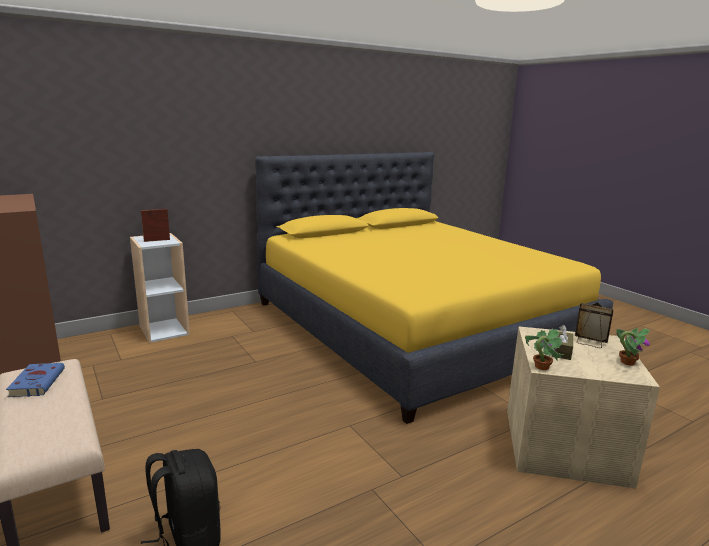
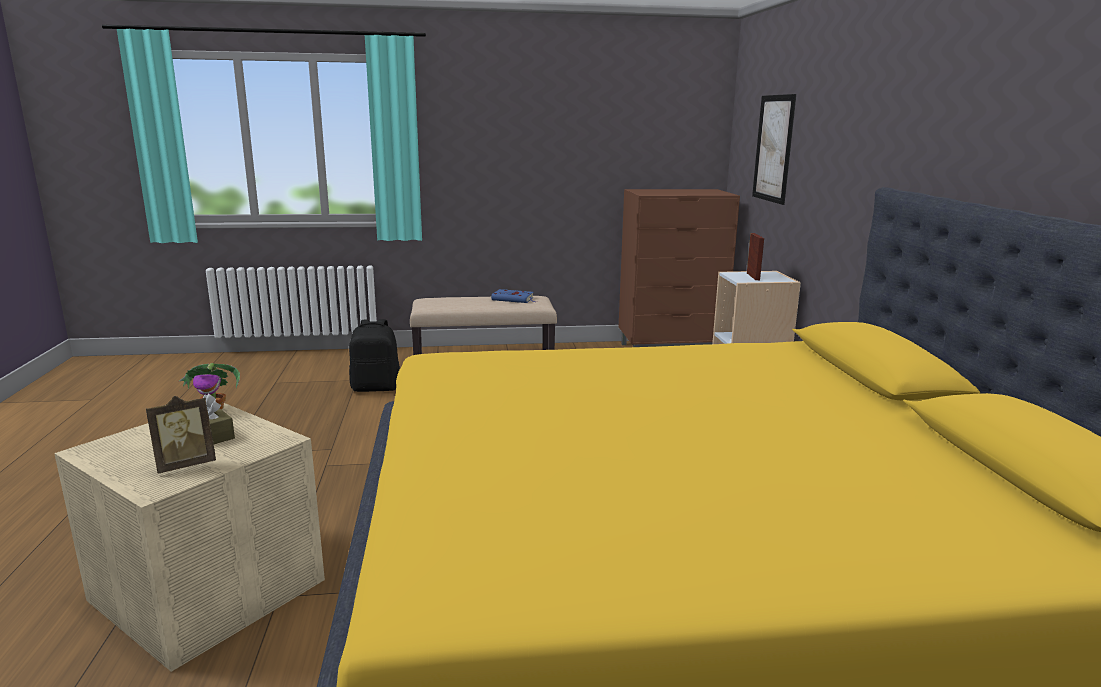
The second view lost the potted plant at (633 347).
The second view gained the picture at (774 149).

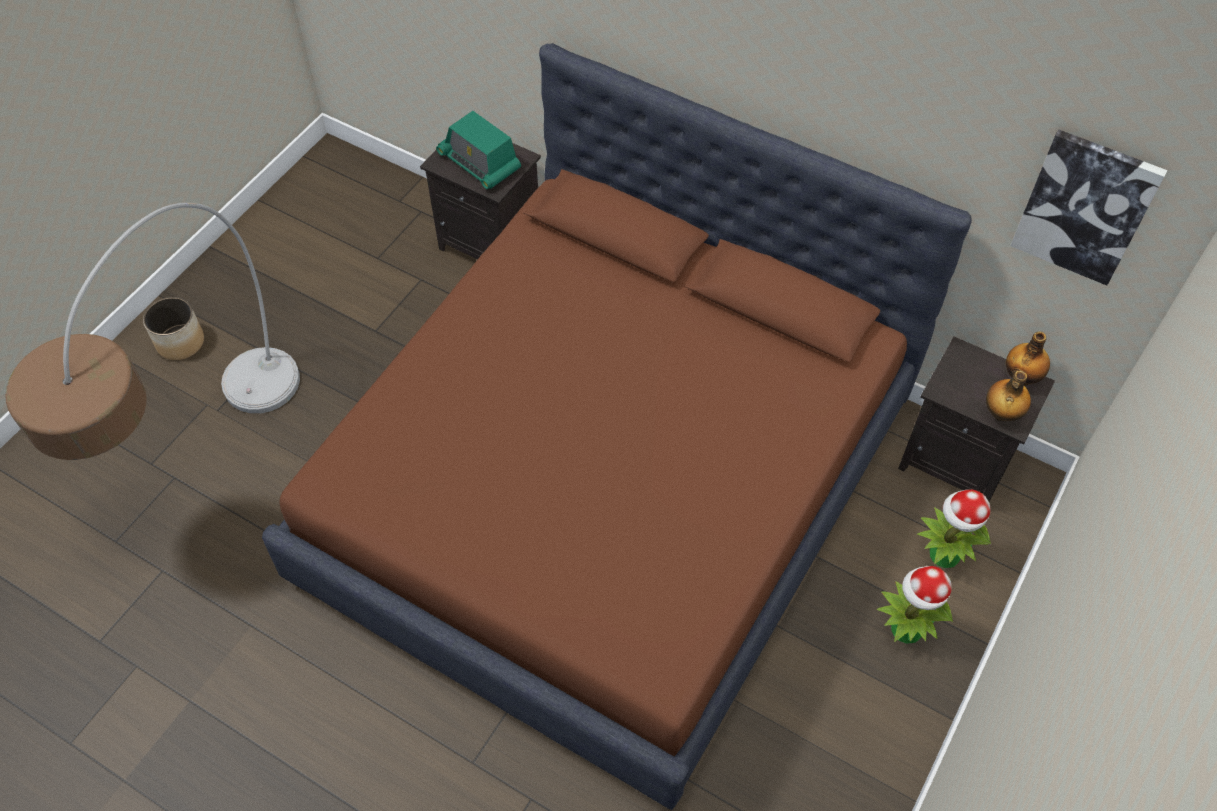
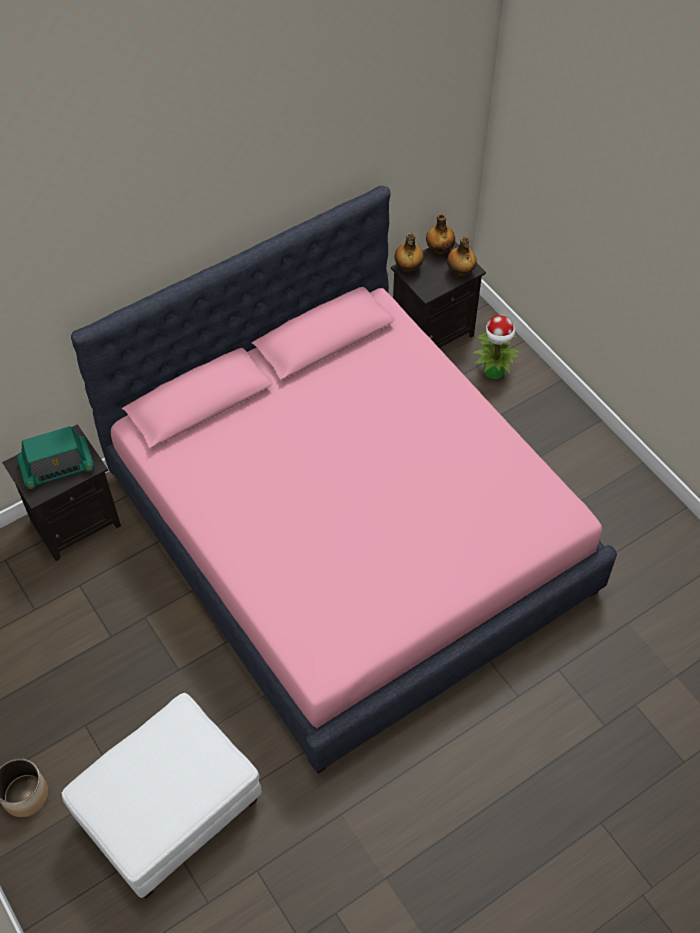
Where the floor lamp stood at (152 331), the white ottoman came to stand at (161 795).
What was the brown bed at (617 426) turned into the pink bed at (344 479).
The second view lost the potted plant at (915 605).
The second view lost the picture at (1088 207).
The second view gained the bottle at (409 253).

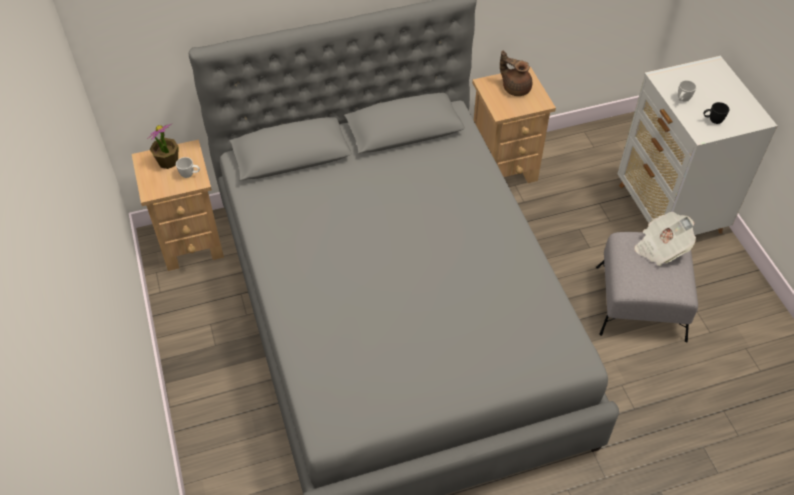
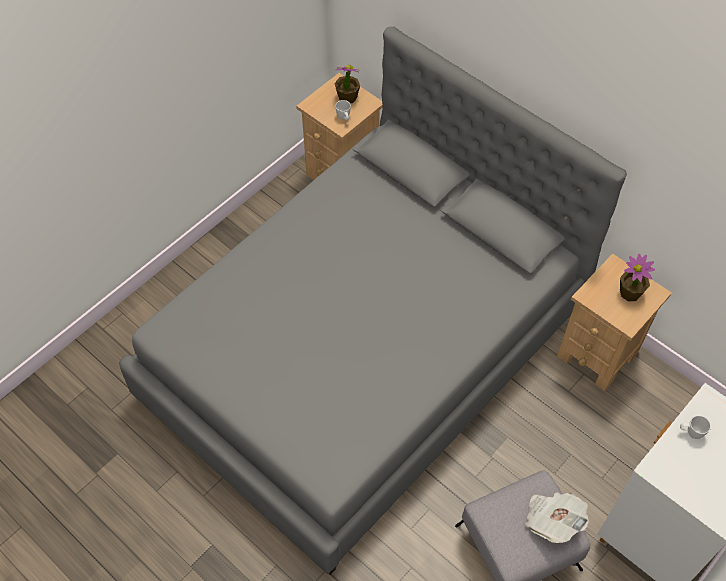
Where the brown teapot stood at (516 73), the potted plant came to stand at (637 277).
The second view lost the black mug at (716 113).

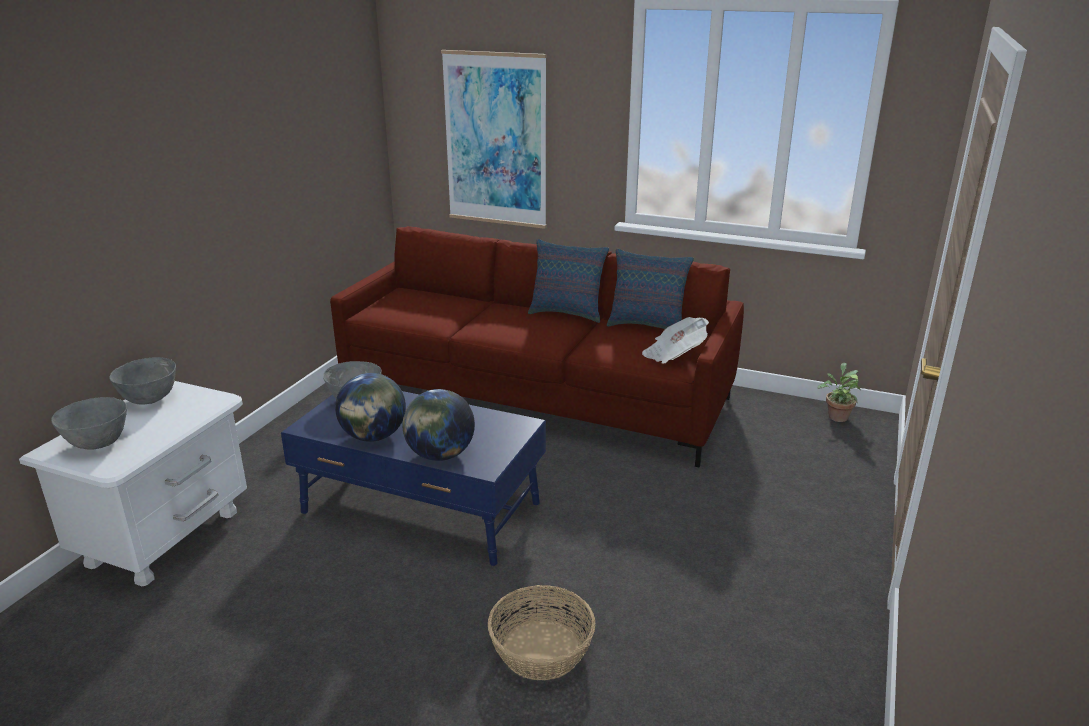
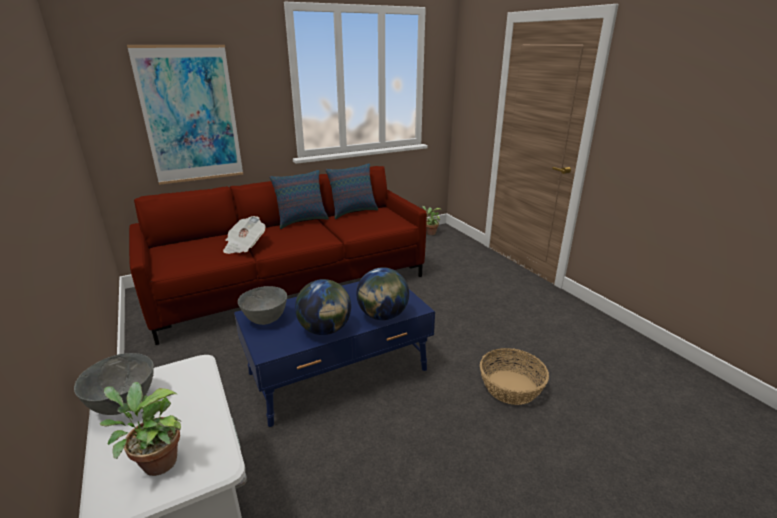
Where the grey bowl stood at (89 423), the potted plant came to stand at (140 429).
The newspaper ended up elsewhere, having gone from (675 340) to (244 235).

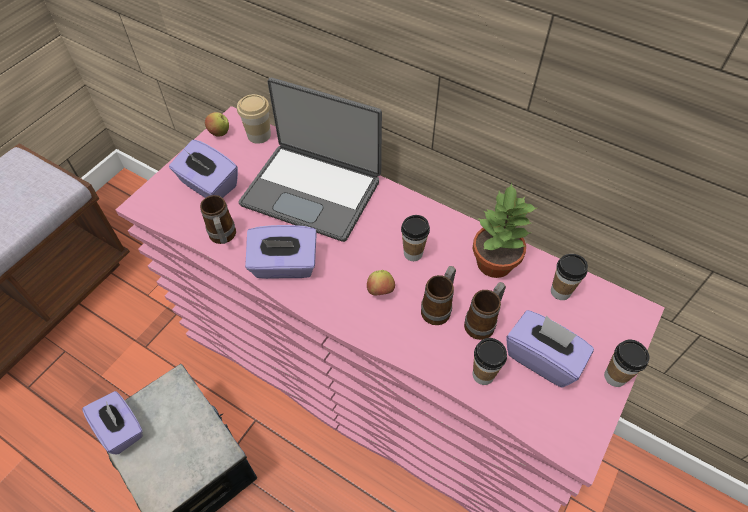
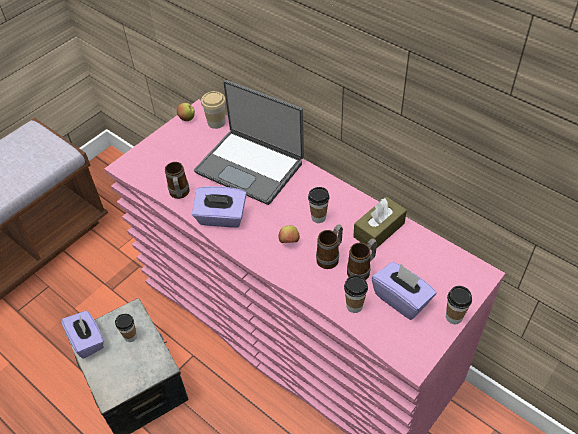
The second view lost the purple tissue box at (203 169).
Where the potted plant stood at (505 230), the brown tissue box came to stand at (380 223).
The cup ended up elsewhere, having gone from (569 277) to (126 328).

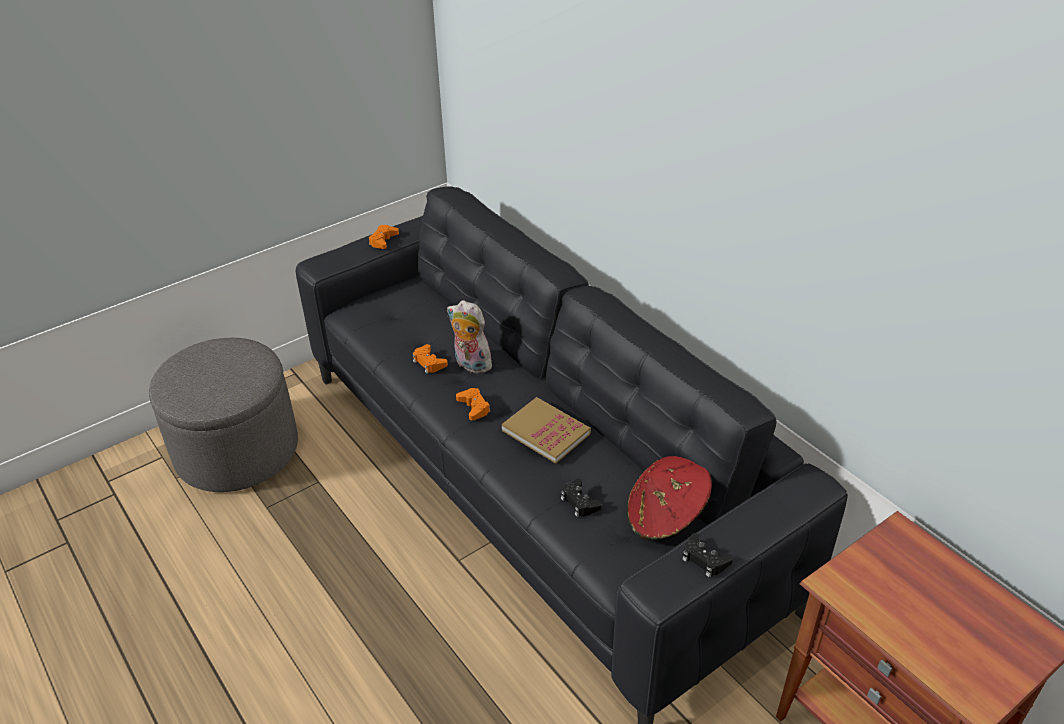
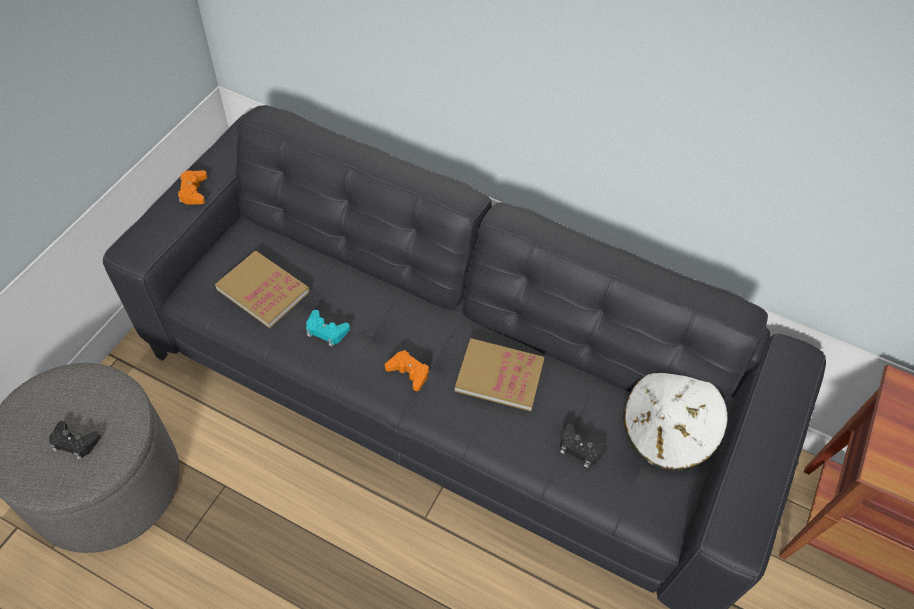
What was the orange game controller at (430 358) turned into the turquoise game controller at (328 328).
The second view lost the plush toy at (469 337).
What was the red hat at (669 498) turned into the white hat at (676 422).
The black game controller ended up elsewhere, having gone from (707 555) to (74 440).
The second view gained the book at (262 289).

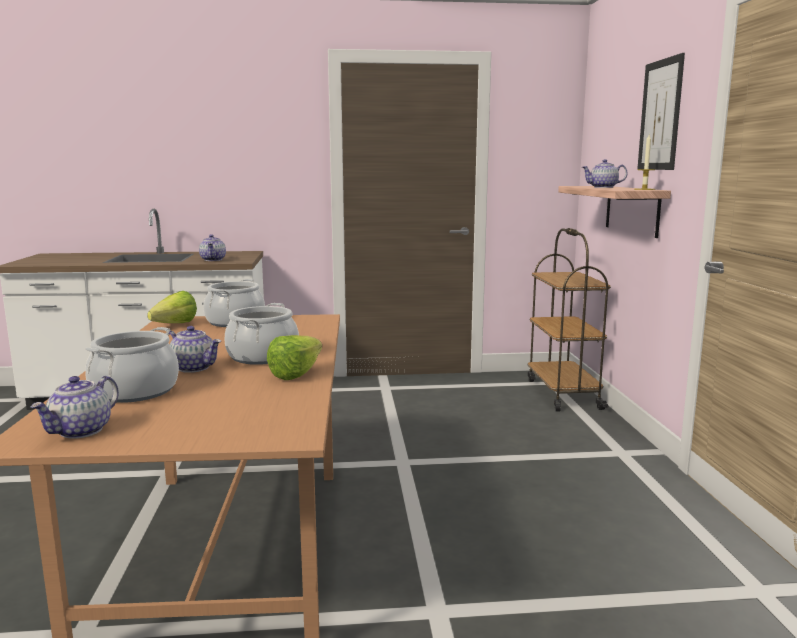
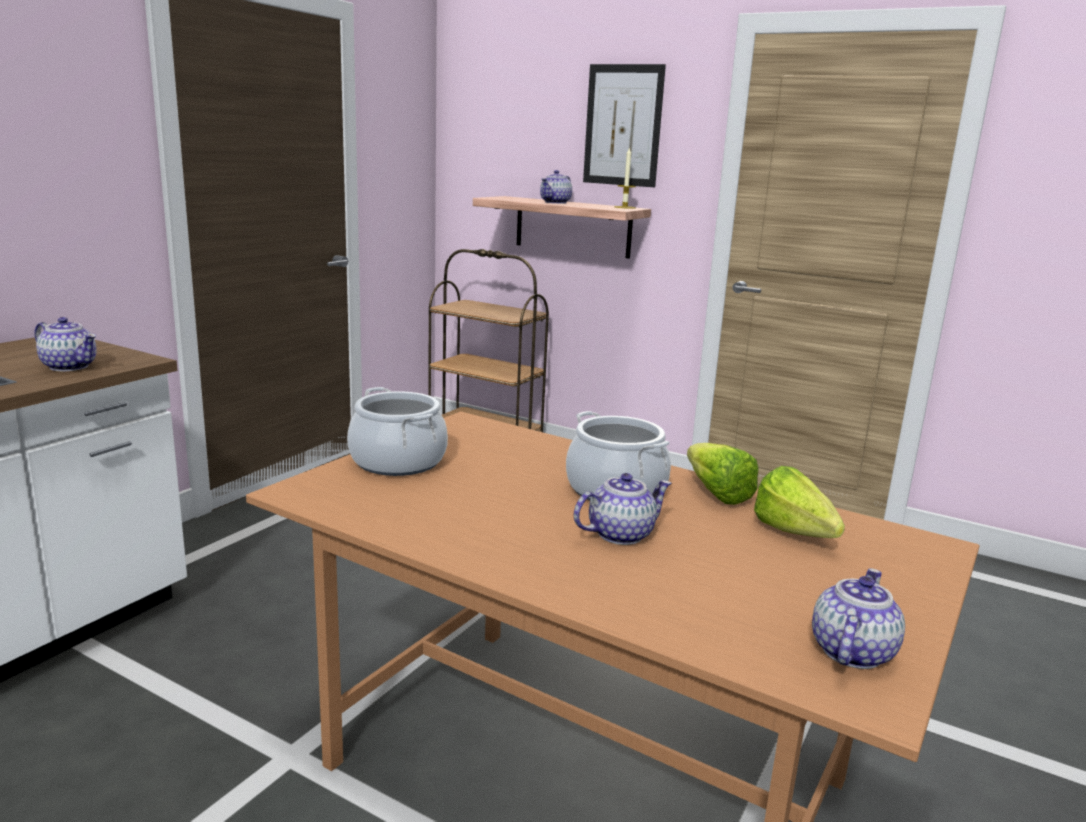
The teapot at (74 407) ended up facing another way, 120 degrees counterclockwise from before.
The second view lost the cooking pot at (132 365).
The lettuce ended up elsewhere, having gone from (172 307) to (799 502).

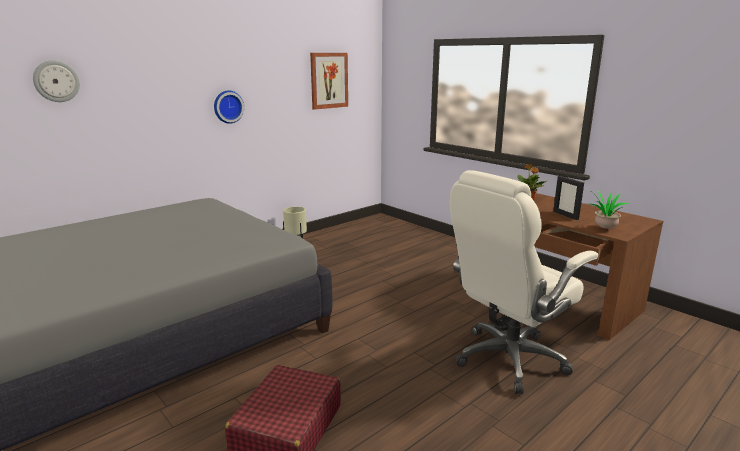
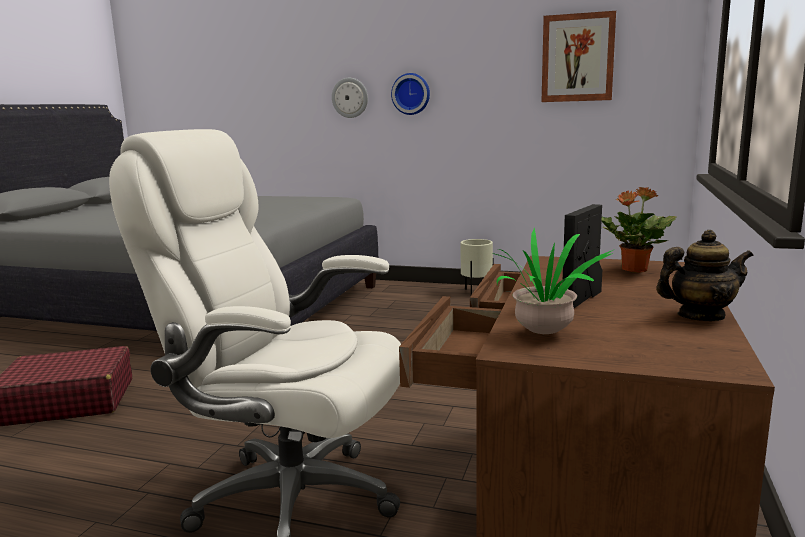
The wall clock ended up elsewhere, having gone from (56 81) to (350 98).
The second view gained the teapot at (704 275).

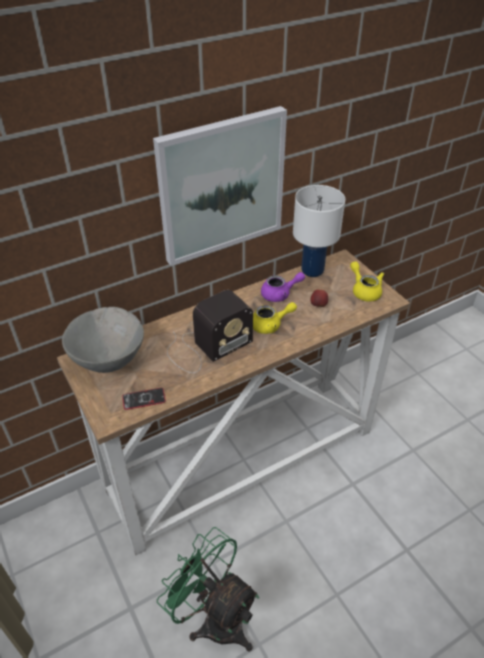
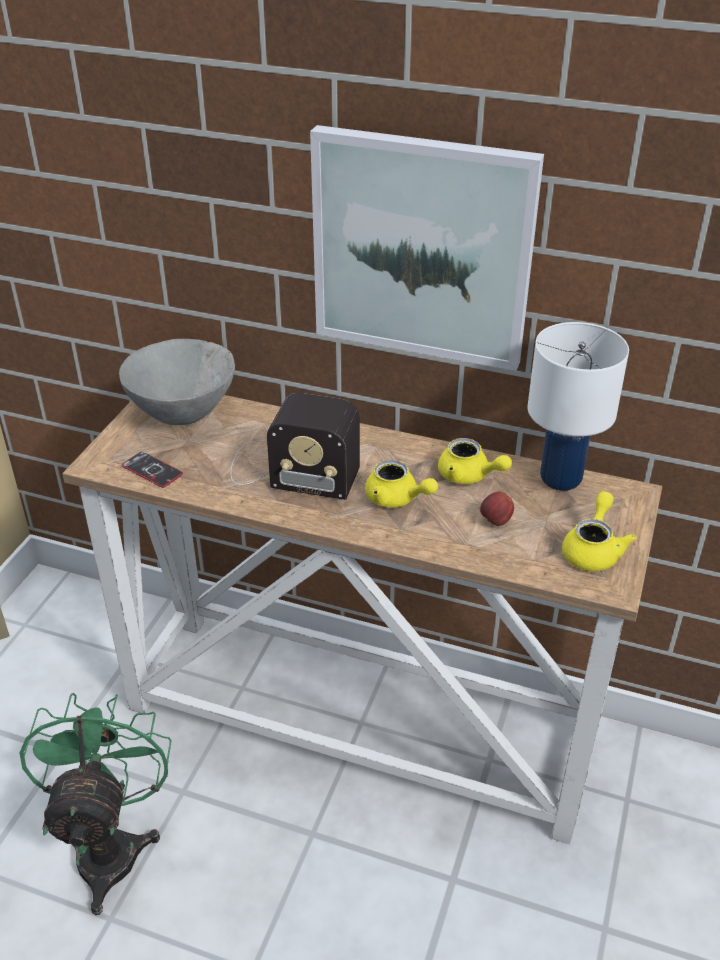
What was the purple teapot at (283 287) turned into the yellow teapot at (475 461).

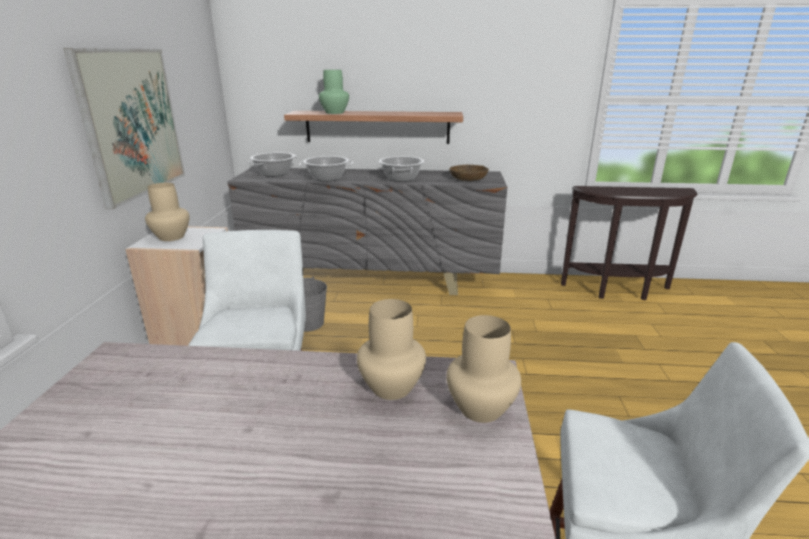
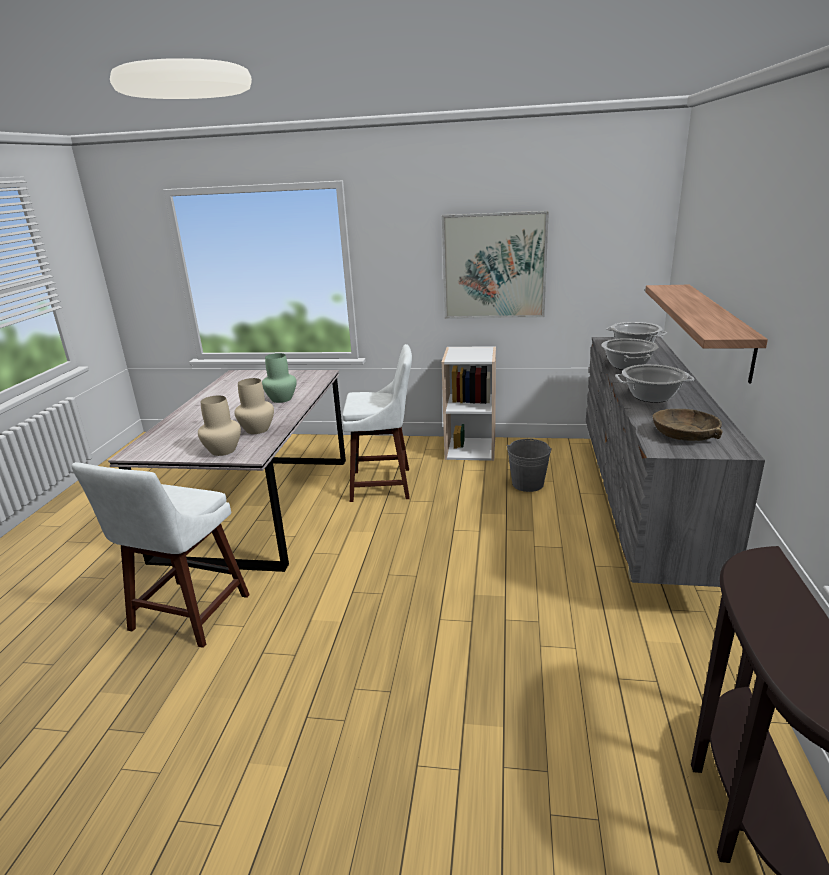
The second view lost the beige vase at (167 212).
The green vase ended up elsewhere, having gone from (334 92) to (279 378).

